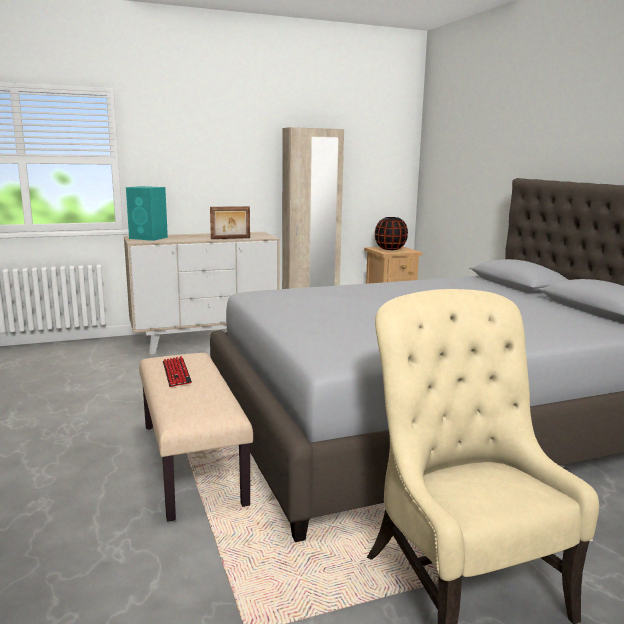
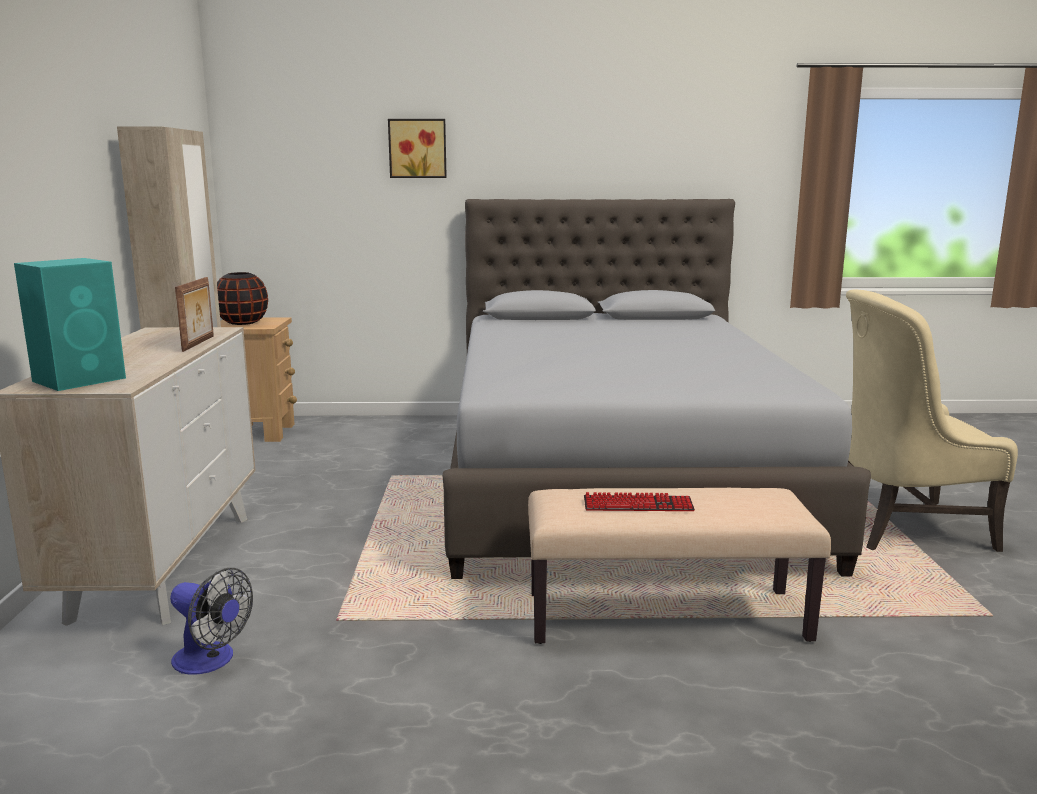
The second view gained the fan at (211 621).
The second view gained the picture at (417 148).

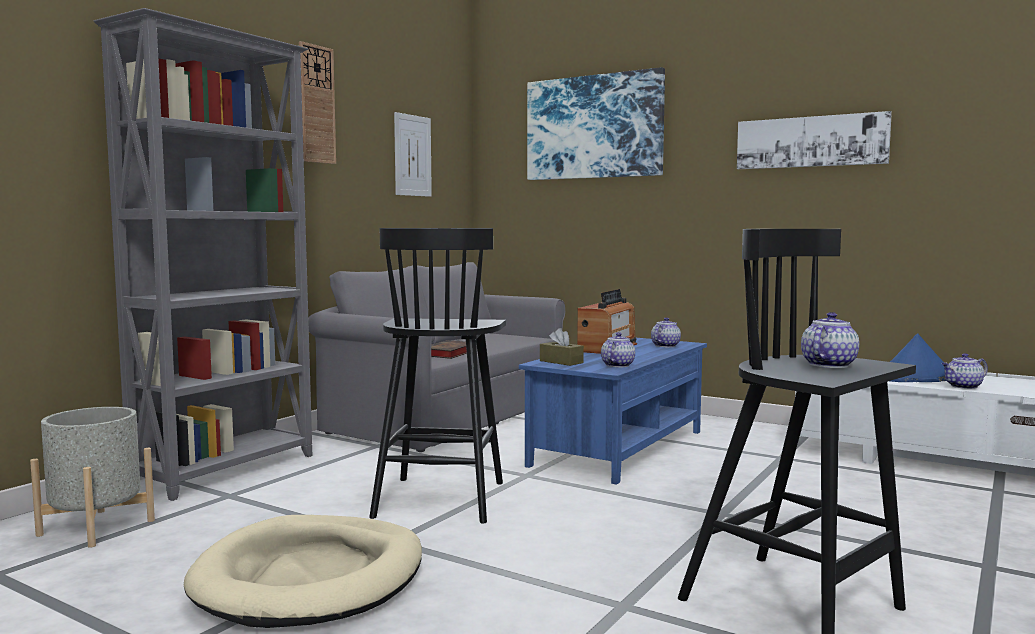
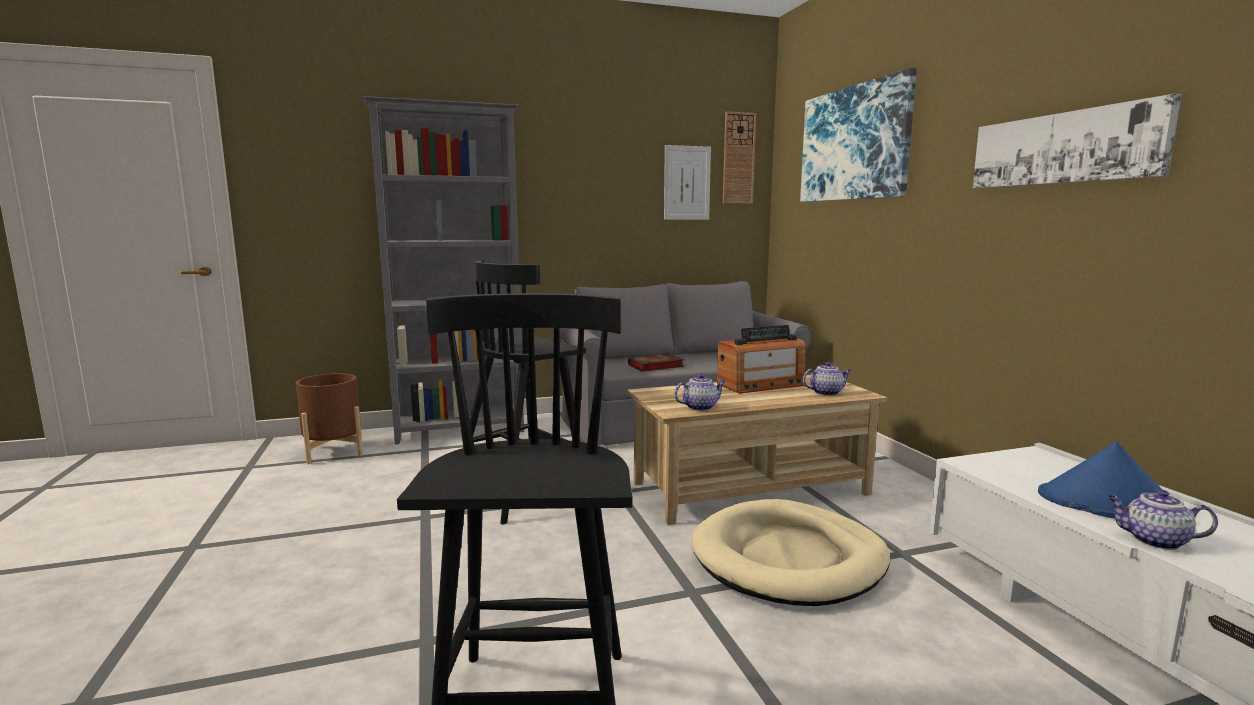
What was the grey planter at (92 477) turned into the brown planter at (329 418).
The beige dog bed ended up elsewhere, having gone from (303 571) to (790 552).
The wall clock ended up elsewhere, having gone from (317 102) to (739 157).
What was the blue coffee table at (613 411) turned into the beige coffee table at (757 450).
The second view lost the brown tissue box at (562 347).
The second view lost the teapot at (830 340).

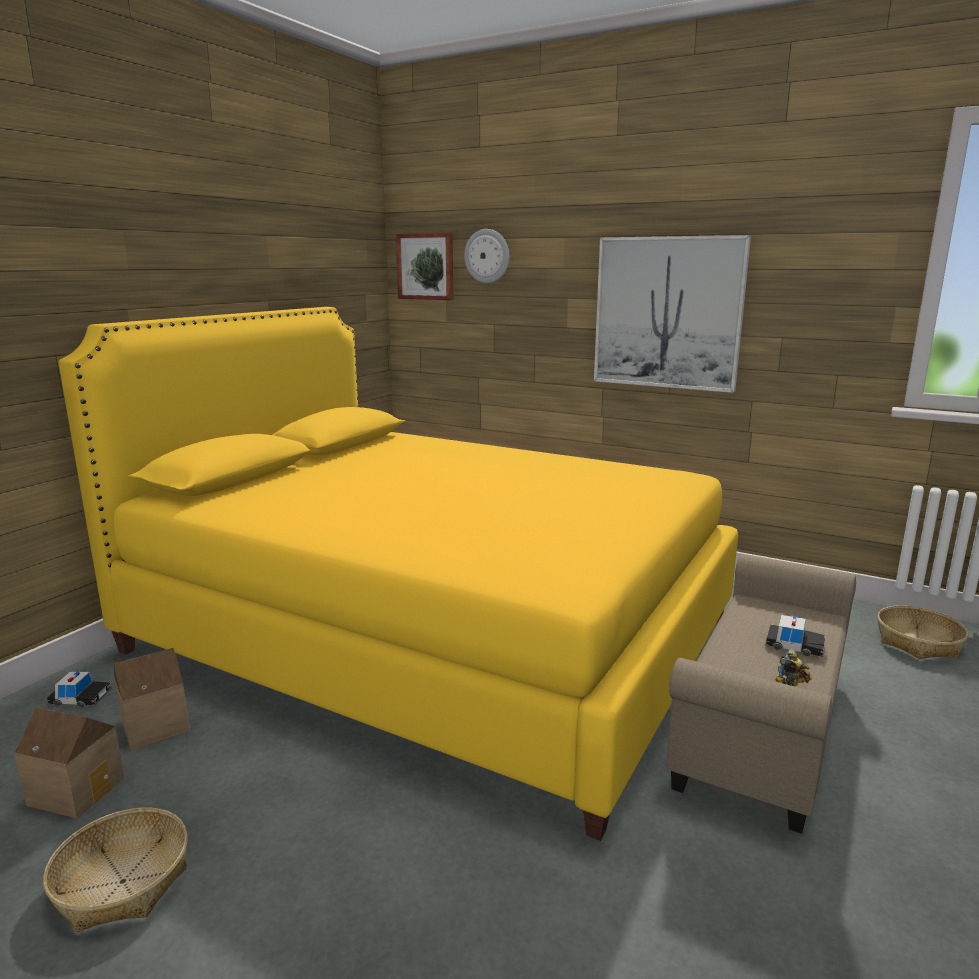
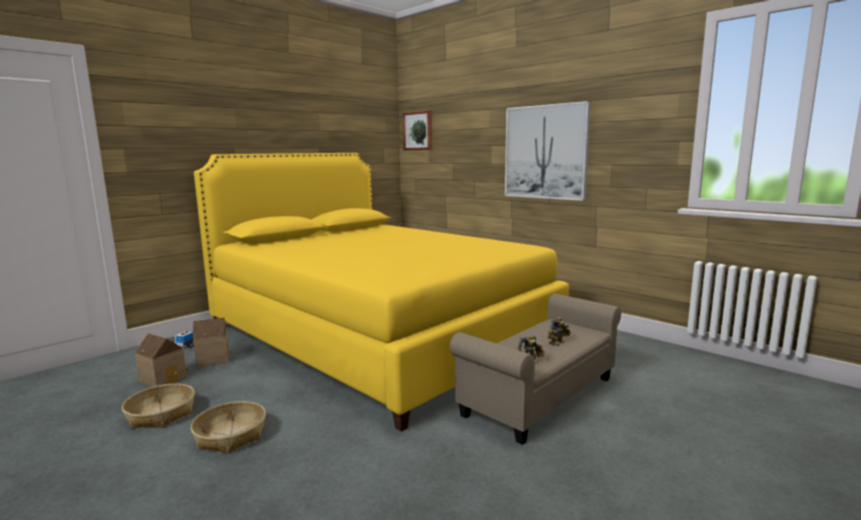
The second view lost the wall clock at (486 256).
Where the toy car stood at (795 636), the toy robot came to stand at (559 331).
The basket ended up elsewhere, having gone from (922 632) to (228 427).

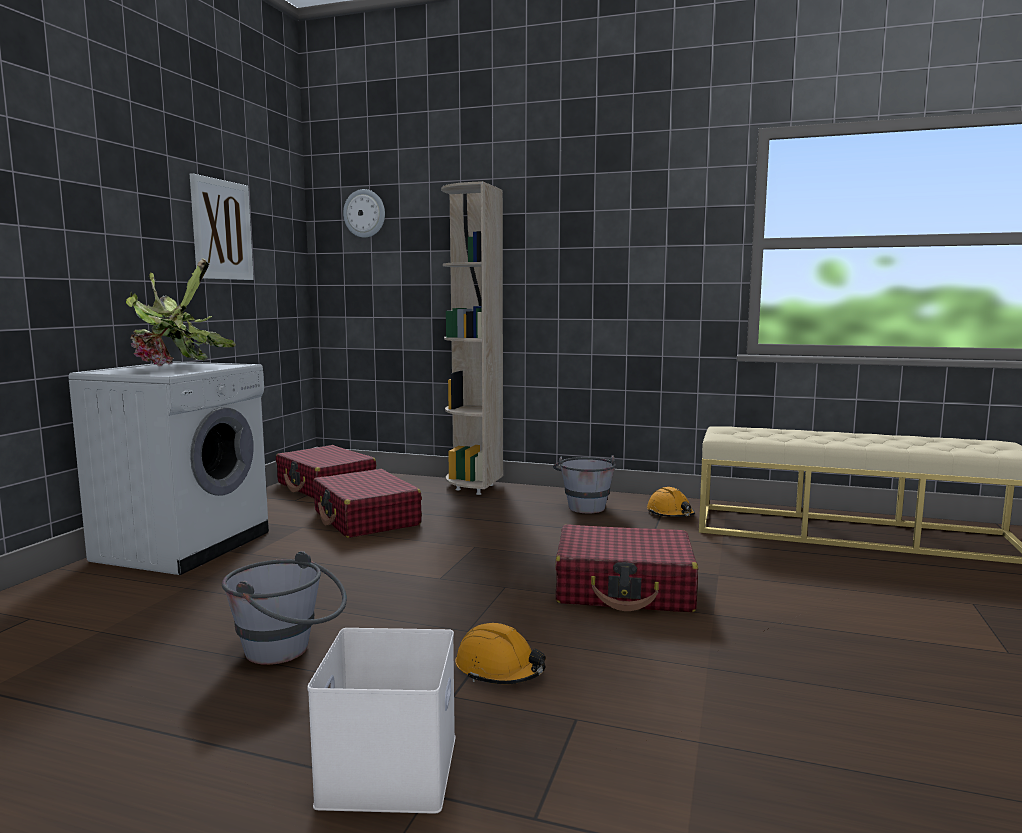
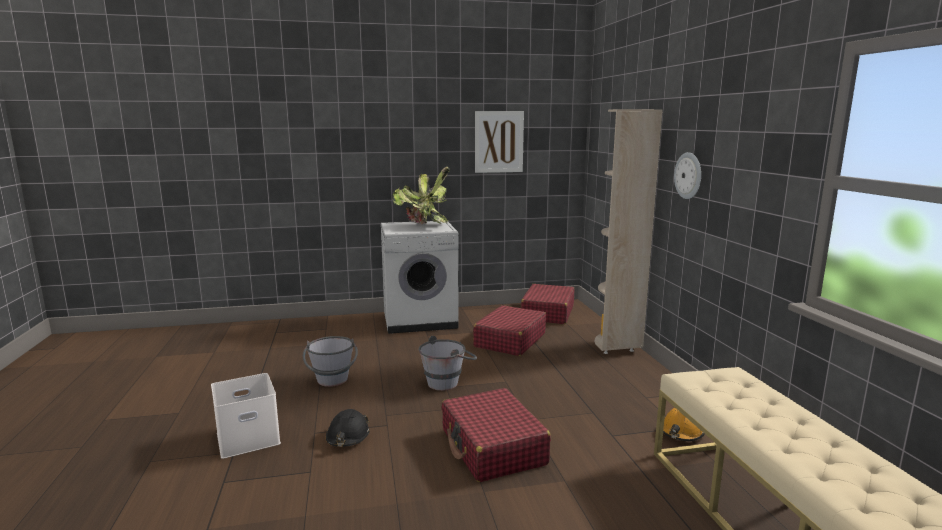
The wall clock ended up elsewhere, having gone from (364 213) to (687 175).
What was the orange hard hat at (500 653) turned into the black hard hat at (348 428).
The grey bucket ended up elsewhere, having gone from (584 484) to (448 363).

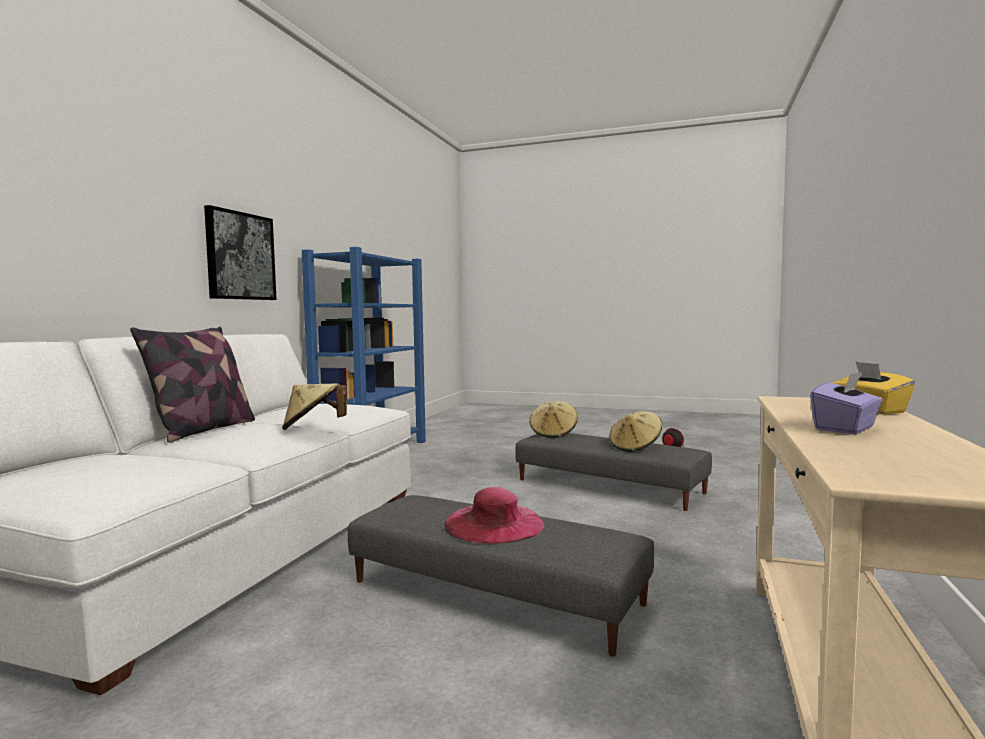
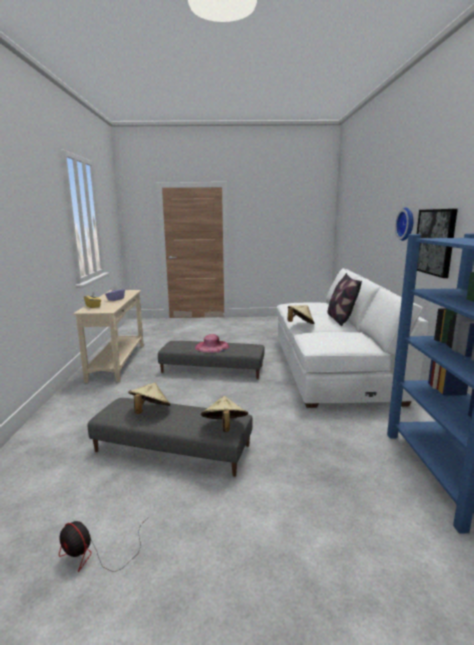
The second view gained the wall clock at (404 224).

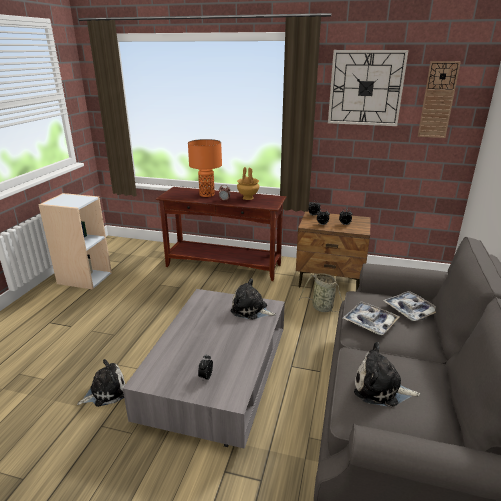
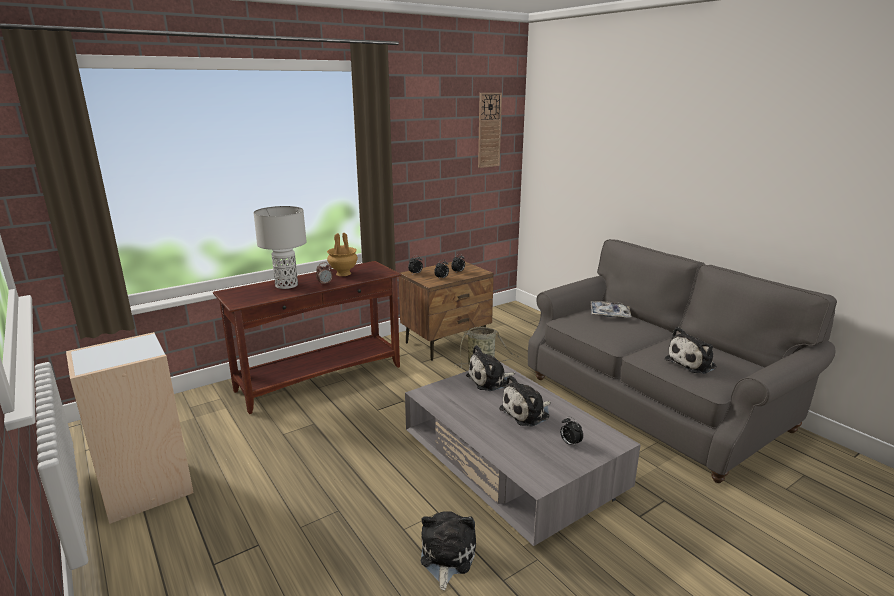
What was the orange table lamp at (205 168) turned into the white table lamp at (280 247).
The second view lost the wall clock at (368 88).
The second view lost the tray at (371 318).
The second view gained the plush toy at (525 401).

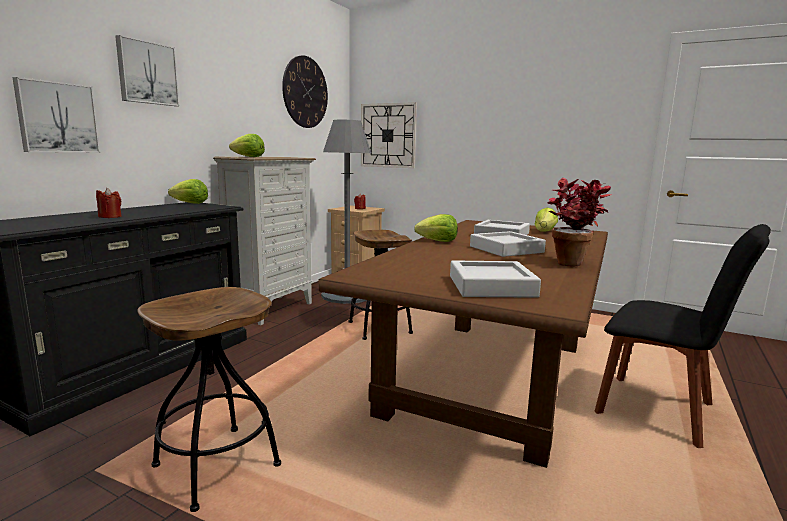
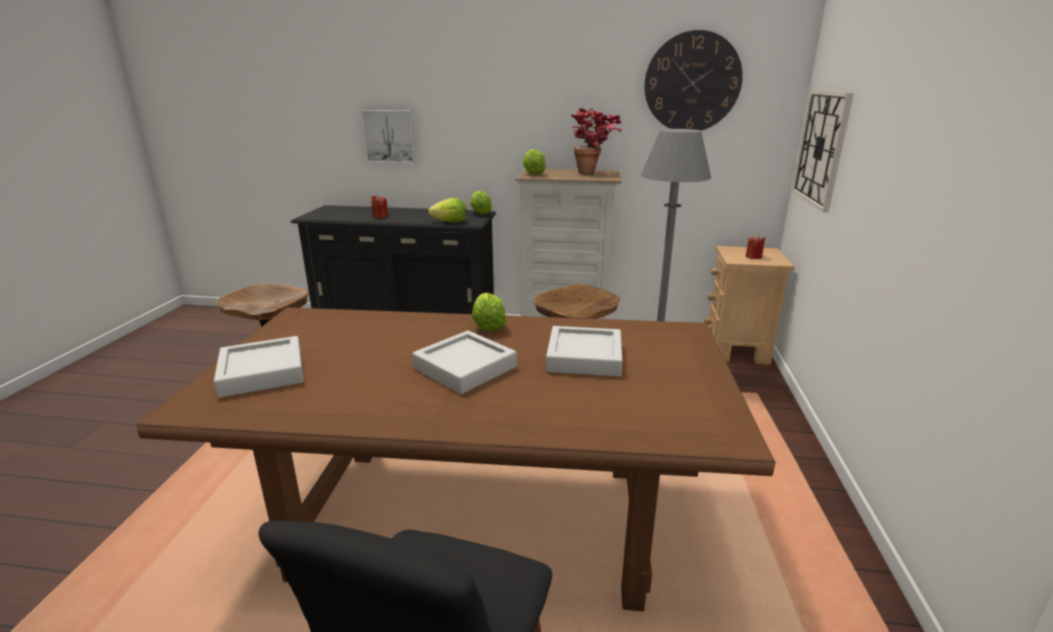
The second view lost the picture at (147 70).
The lettuce ended up elsewhere, having gone from (546 220) to (447 210).
The potted plant ended up elsewhere, having gone from (579 222) to (596 141).

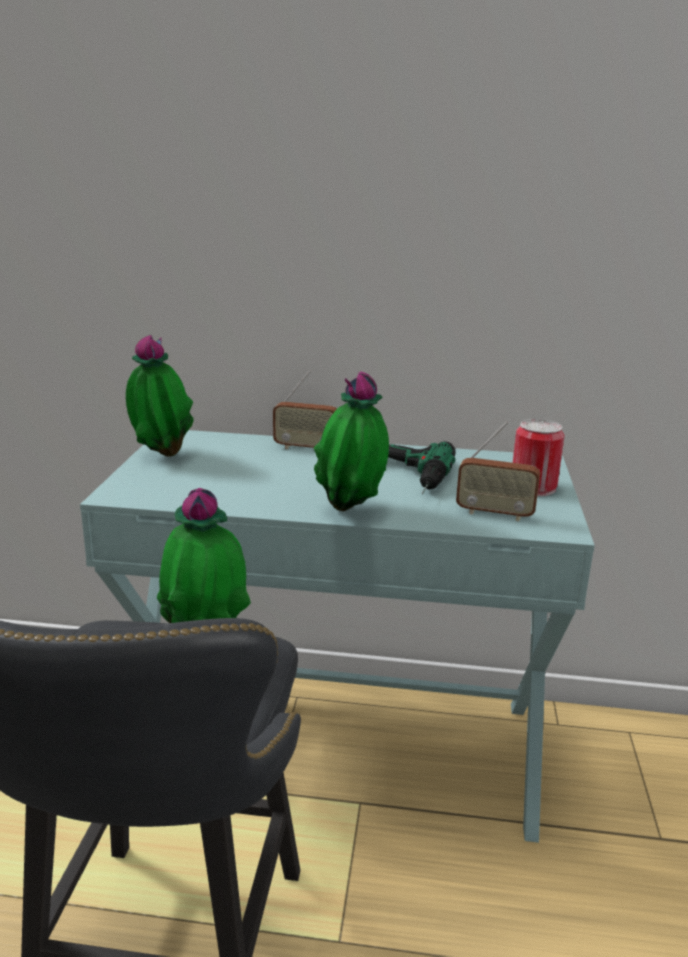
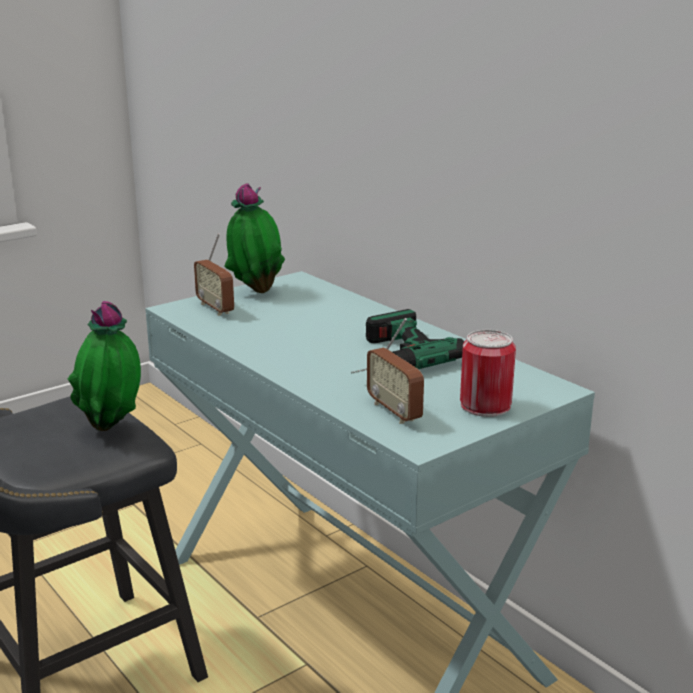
The radio ended up elsewhere, having gone from (305 410) to (214 274).
The second view lost the potted plant at (351 441).

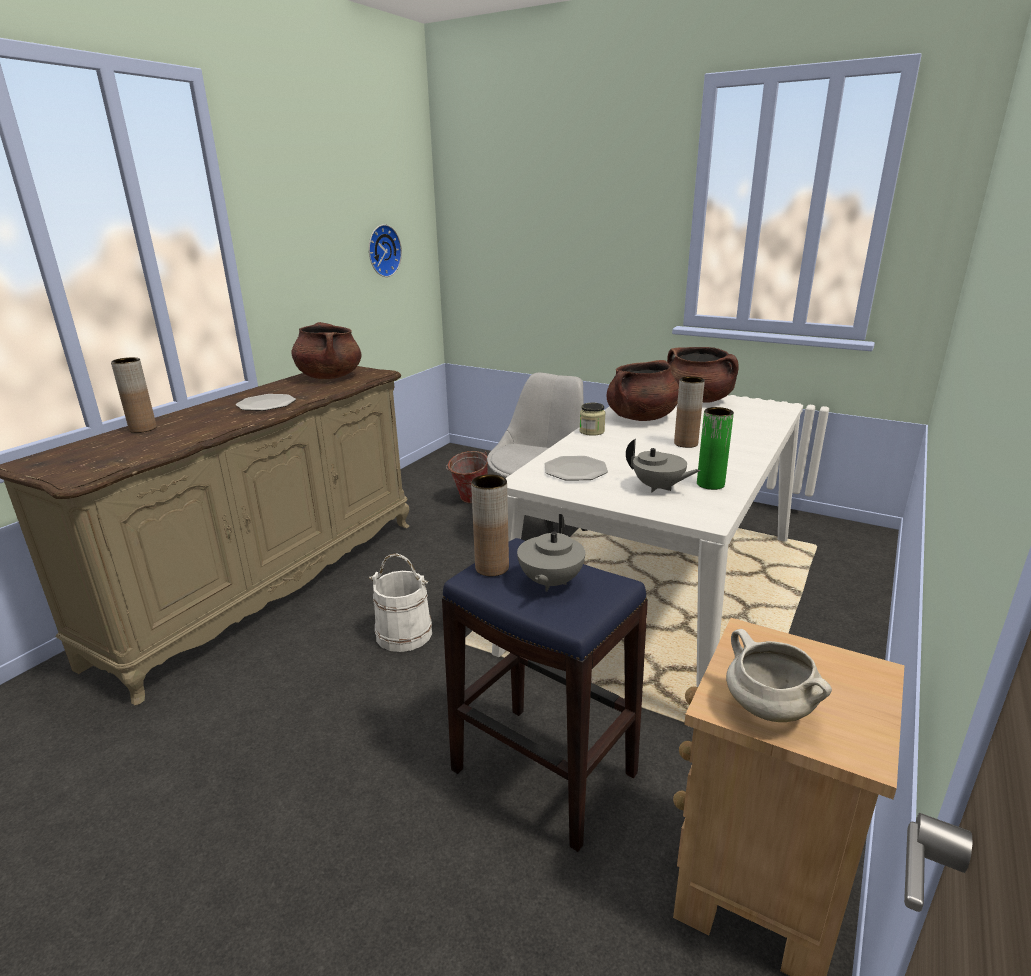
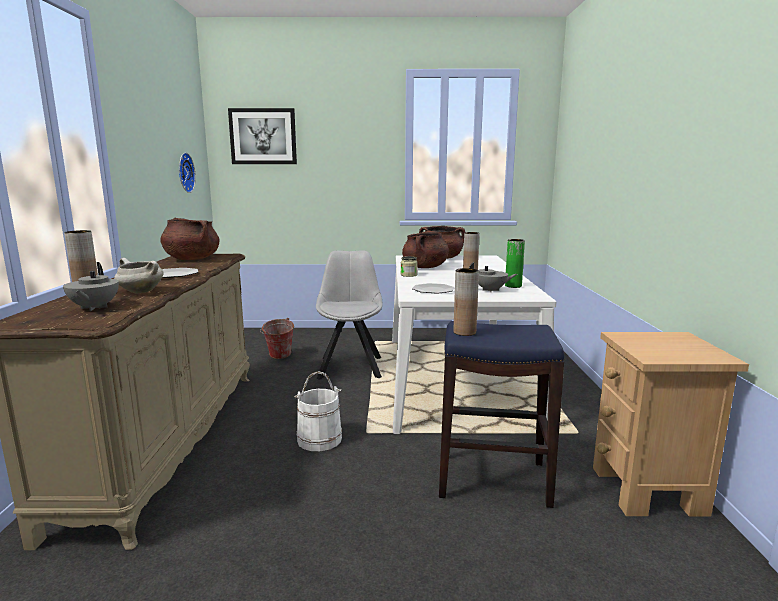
The grey teapot ended up elsewhere, having gone from (551 553) to (91 286).
The white cooking pot ended up elsewhere, having gone from (779 675) to (139 276).
The second view gained the picture at (262 136).

